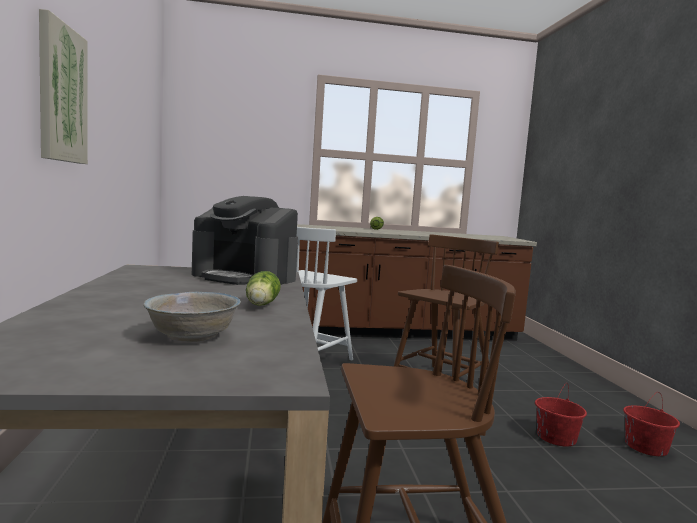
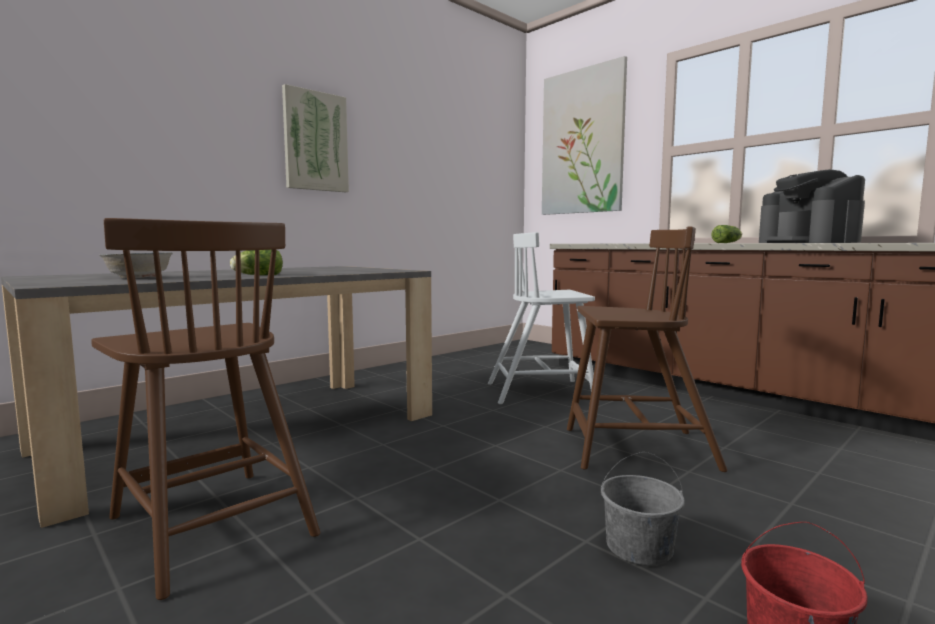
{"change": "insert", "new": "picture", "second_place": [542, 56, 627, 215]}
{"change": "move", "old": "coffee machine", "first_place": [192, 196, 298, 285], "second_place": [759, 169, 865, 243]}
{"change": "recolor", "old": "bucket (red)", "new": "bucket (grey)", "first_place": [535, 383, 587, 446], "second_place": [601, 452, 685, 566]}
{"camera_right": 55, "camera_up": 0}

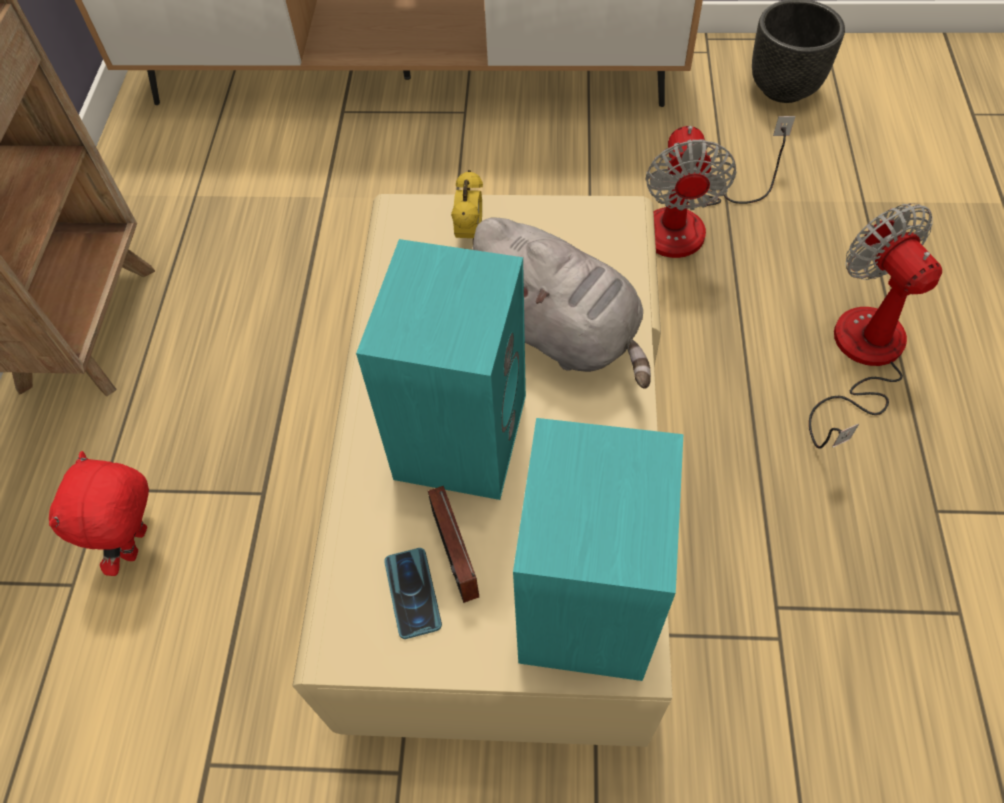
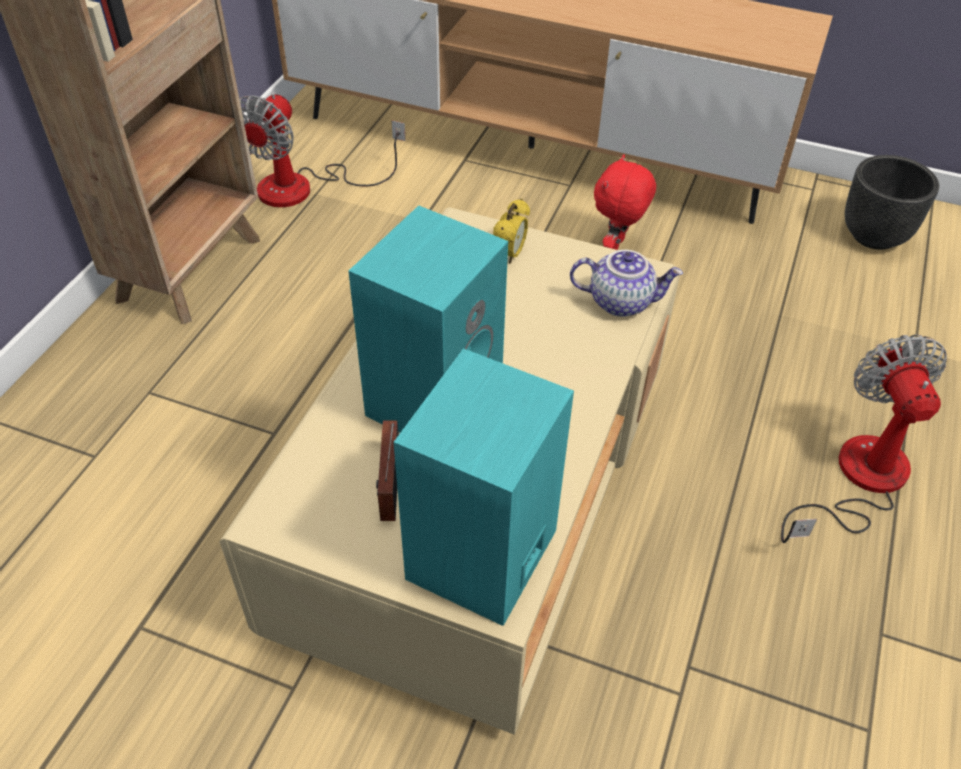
{"change": "delete", "old": "phone", "first_place": [384, 548, 442, 639]}
{"change": "delete", "old": "plush toy (grey)", "first_place": [472, 217, 651, 389]}
{"change": "insert", "new": "teapot", "second_place": [570, 250, 683, 317]}
{"change": "move", "old": "plush toy (red)", "first_place": [49, 451, 149, 576], "second_place": [594, 154, 656, 250]}
{"change": "move", "old": "fan", "first_place": [645, 116, 795, 258], "second_place": [239, 92, 406, 207]}
{"camera_right": 15, "camera_up": -10}

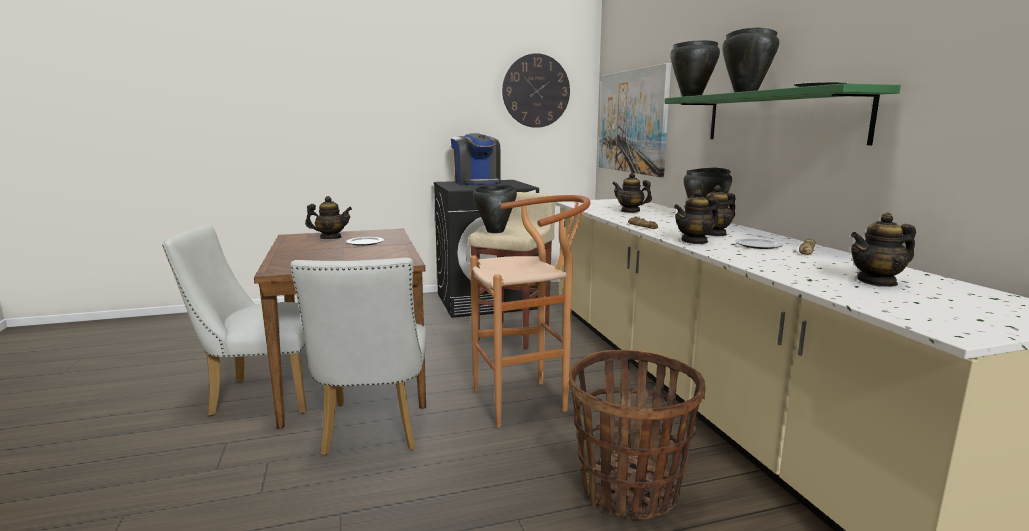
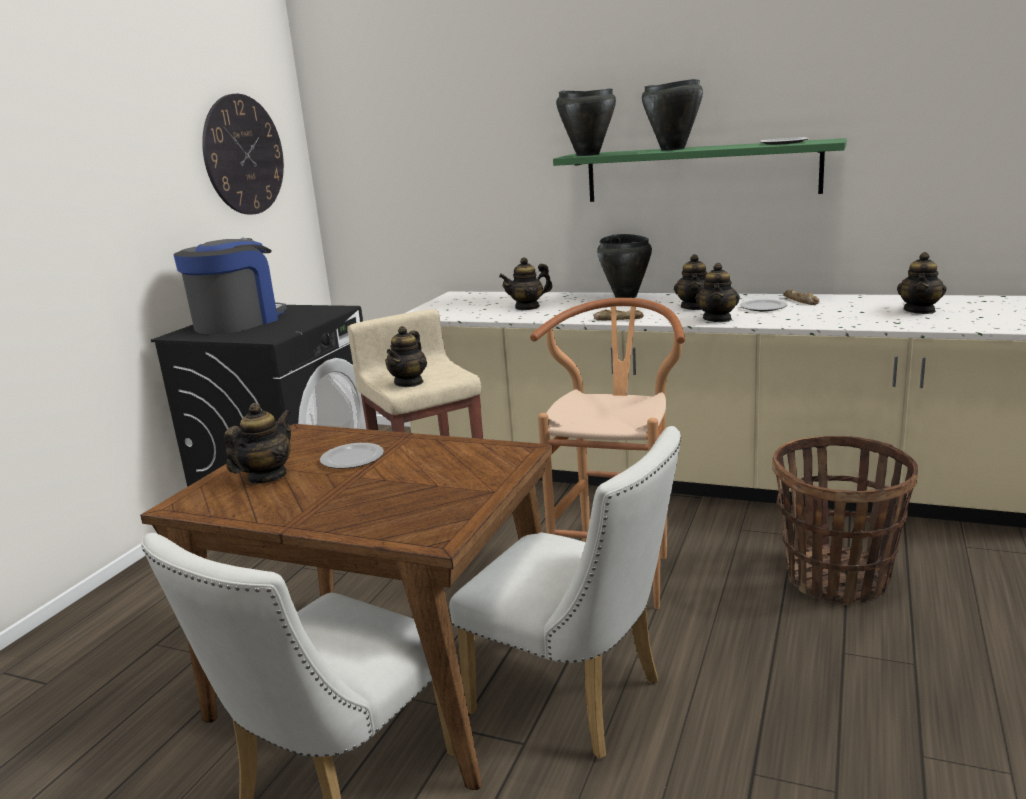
{"change": "delete", "old": "picture", "first_place": [598, 63, 671, 177]}
{"change": "replace", "old": "cooking pot (black)", "new": "teapot", "first_place": [473, 185, 517, 233], "second_place": [385, 326, 427, 387]}
{"change": "rotate", "old": "coffee machine", "first_place": [451, 133, 501, 185], "second_place": [173, 238, 287, 334], "degrees": -75}
{"camera_right": -50, "camera_up": 5}

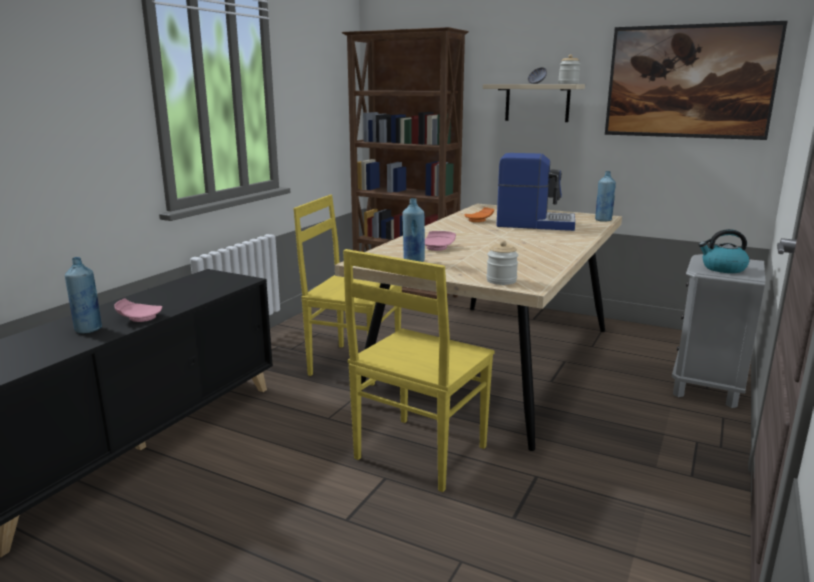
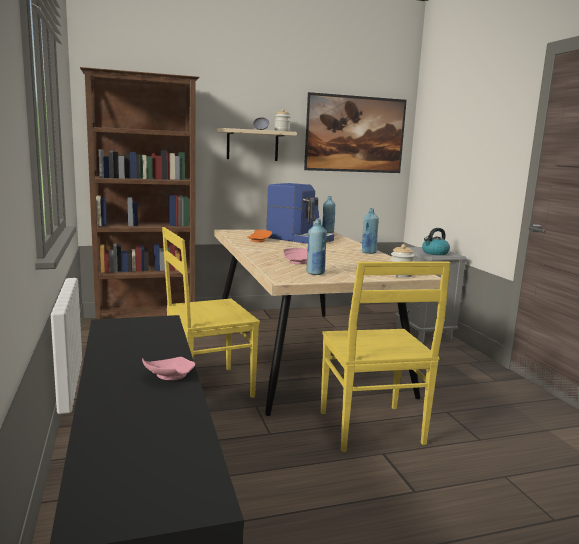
{"change": "move", "old": "bottle (blue)", "first_place": [65, 257, 102, 334], "second_place": [362, 208, 379, 254]}
{"change": "rotate", "old": "coffee machine", "first_place": [496, 153, 575, 231], "second_place": [266, 183, 334, 244], "degrees": 60}
{"camera_right": -45, "camera_up": -5}

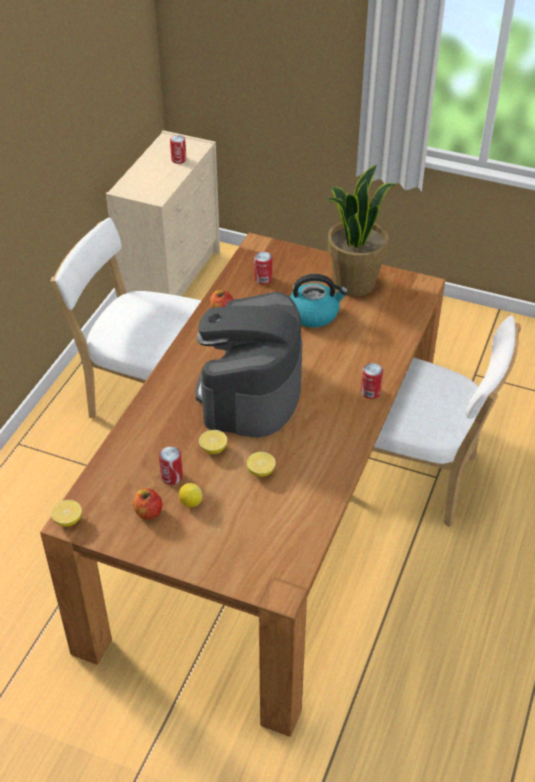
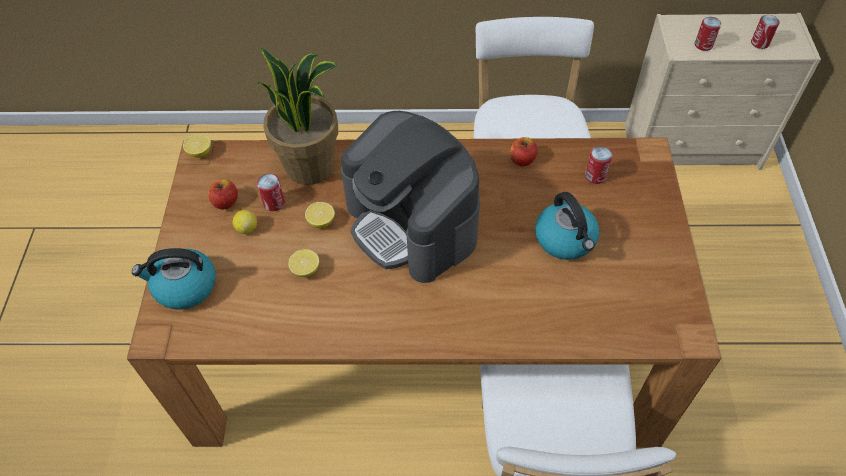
{"change": "insert", "new": "kettle", "second_place": [132, 248, 216, 309]}
{"change": "move", "old": "potted plant", "first_place": [326, 165, 396, 296], "second_place": [257, 48, 338, 185]}
{"change": "move", "old": "can", "first_place": [361, 363, 383, 399], "second_place": [695, 17, 721, 51]}
{"change": "rotate", "old": "coffee machine", "first_place": [195, 292, 302, 437], "second_place": [341, 111, 480, 283], "degrees": -120}
{"camera_right": 70, "camera_up": 10}

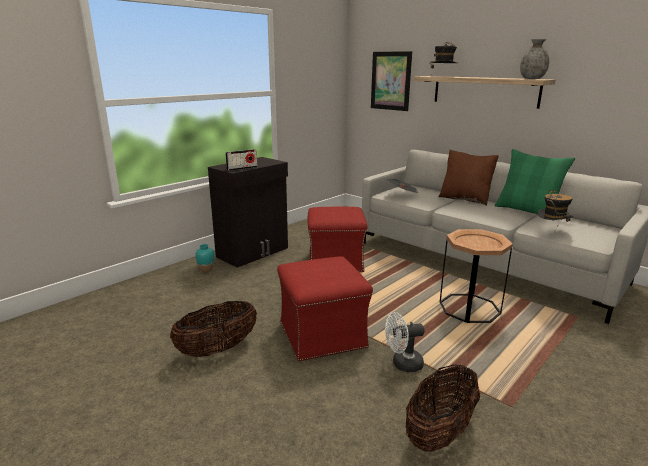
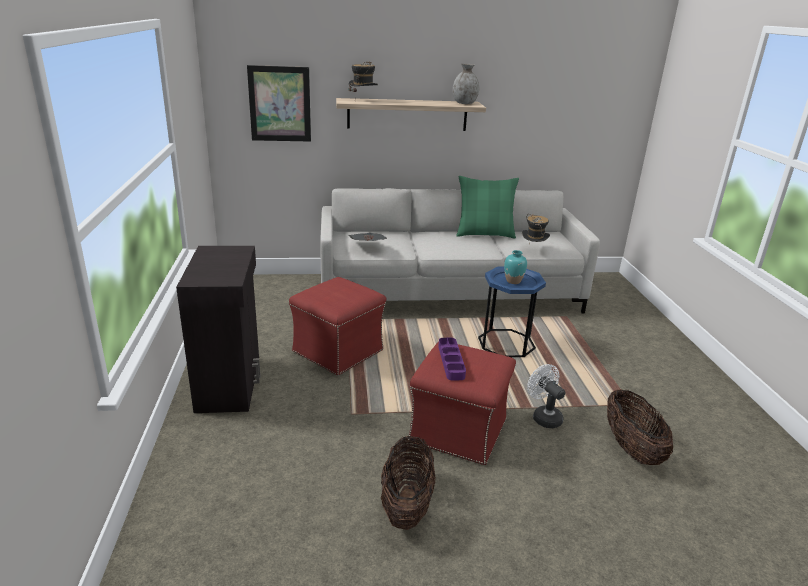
{"change": "delete", "old": "radio", "first_place": [226, 149, 257, 171]}
{"change": "delete", "old": "pillow (brown)", "first_place": [439, 150, 499, 206]}
{"change": "insert", "new": "tray (purple)", "second_place": [438, 338, 466, 380]}
{"change": "move", "old": "vase (turquoise)", "first_place": [195, 244, 215, 272], "second_place": [504, 250, 527, 284]}
{"change": "recolor", "old": "side table (brown)", "new": "side table (blue)", "first_place": [440, 229, 513, 323], "second_place": [478, 266, 546, 357]}
{"change": "rotate", "old": "fan (white)", "first_place": [385, 312, 425, 372], "second_place": [527, 364, 565, 428], "degrees": 120}
{"camera_right": -50, "camera_up": 5}

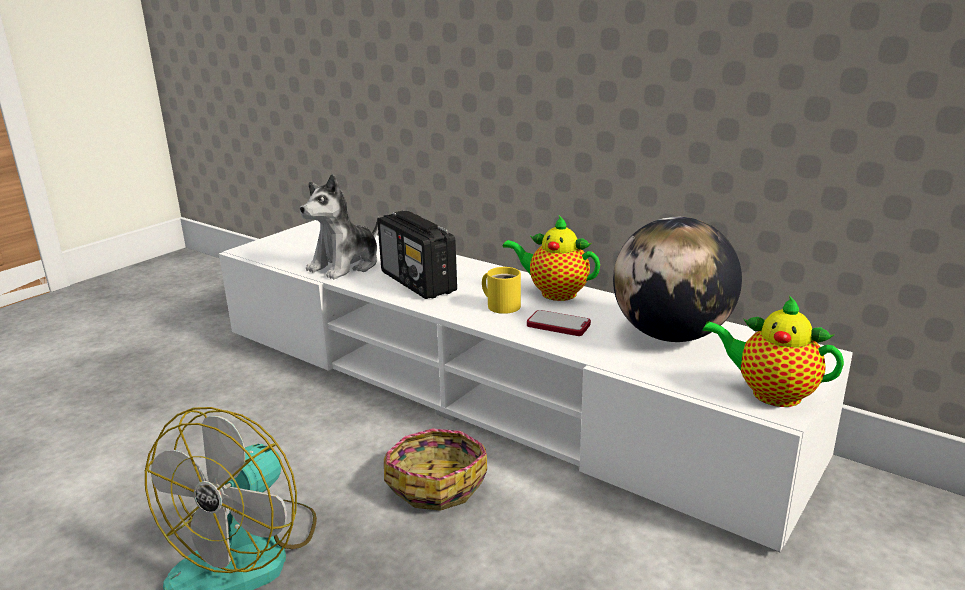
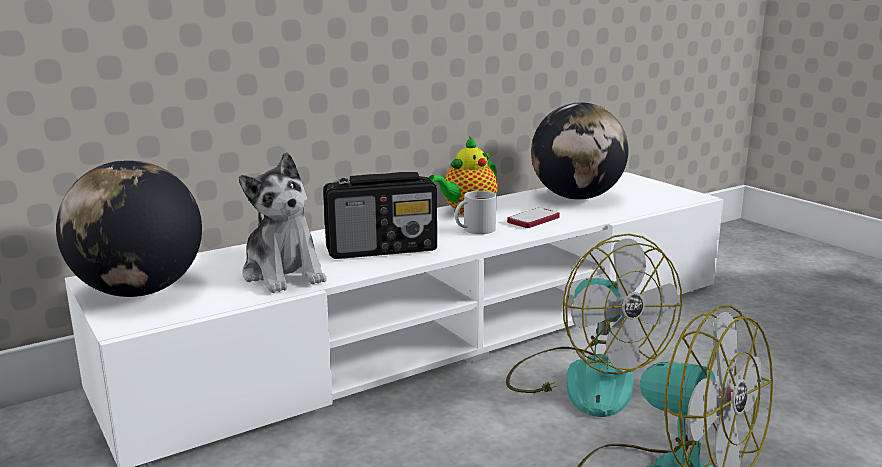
{"change": "delete", "old": "teapot", "first_place": [702, 296, 844, 407]}
{"change": "insert", "new": "globe", "second_place": [56, 160, 202, 297]}
{"change": "replace", "old": "basket", "new": "fan", "first_place": [384, 428, 487, 511], "second_place": [506, 233, 682, 417]}
{"change": "recolor", "old": "mug (yellow)", "new": "mug (white)", "first_place": [482, 267, 521, 314], "second_place": [455, 191, 496, 234]}
{"camera_right": -70, "camera_up": -5}

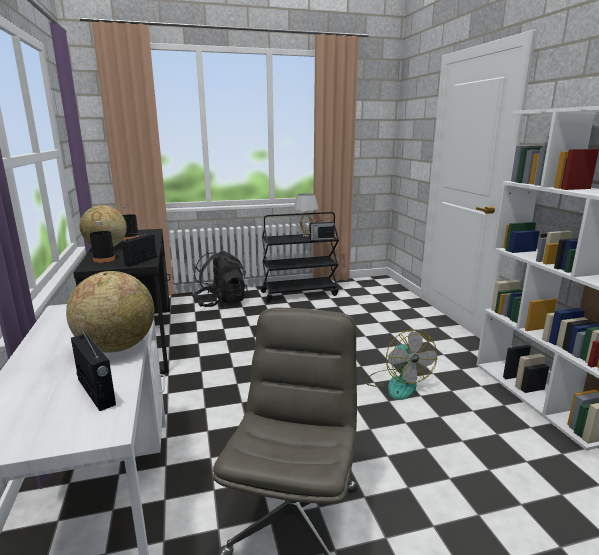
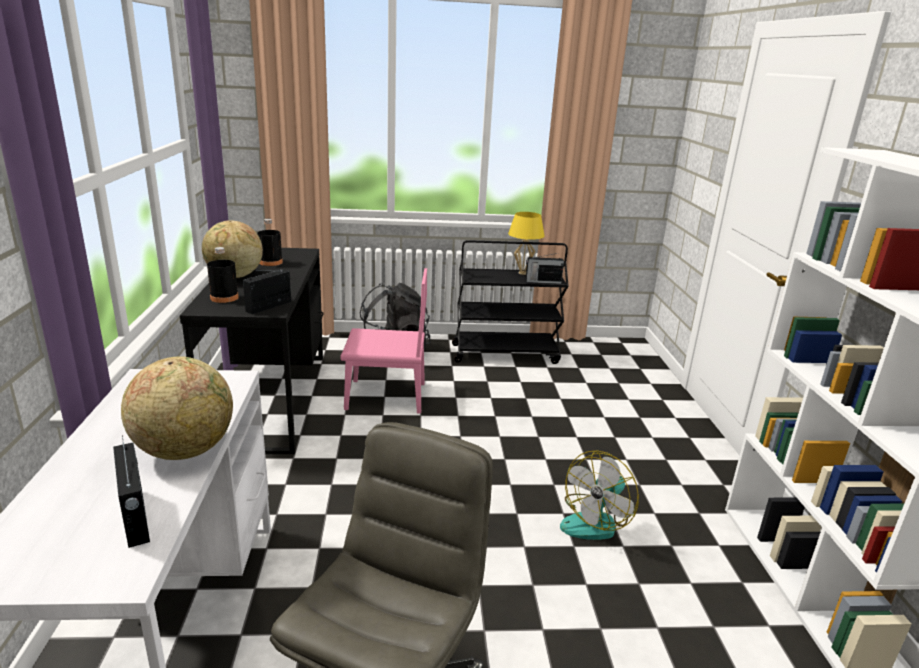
{"change": "insert", "new": "chair (pink)", "second_place": [340, 268, 427, 414]}
{"change": "recolor", "old": "table lamp (white)", "new": "table lamp (yellow)", "first_place": [294, 193, 318, 237], "second_place": [508, 212, 544, 275]}
{"change": "rotate", "old": "fan", "first_place": [365, 329, 437, 400], "second_place": [560, 450, 639, 540], "degrees": 45}
{"camera_right": 10, "camera_up": 5}

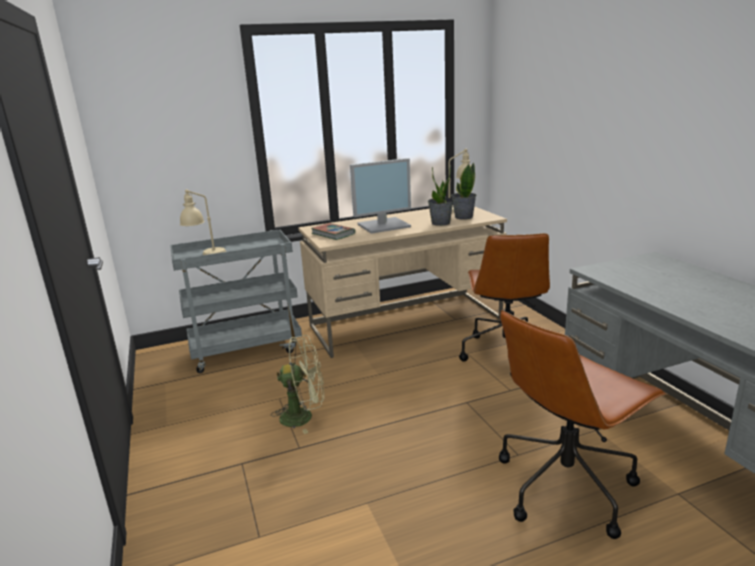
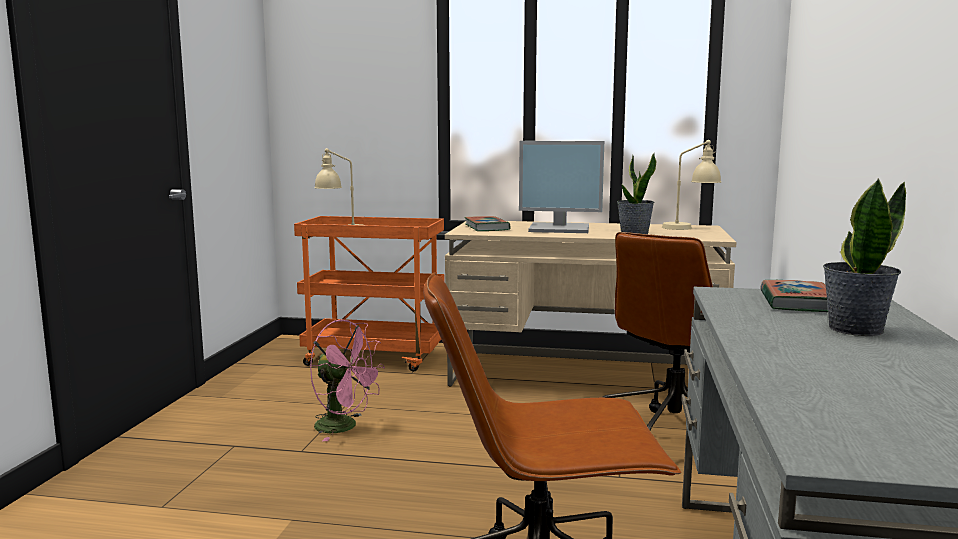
{"change": "insert", "new": "book", "second_place": [760, 280, 828, 312]}
{"change": "move", "old": "potted plant", "first_place": [451, 163, 477, 220], "second_place": [823, 178, 906, 336]}
{"change": "recolor", "old": "cart (grey)", "new": "cart (orange)", "first_place": [170, 229, 302, 373], "second_place": [294, 216, 445, 372]}
{"change": "recolor", "old": "fan (green)", "new": "fan (pink)", "first_place": [271, 335, 324, 434], "second_place": [310, 320, 385, 441]}
{"camera_right": 30, "camera_up": -10}

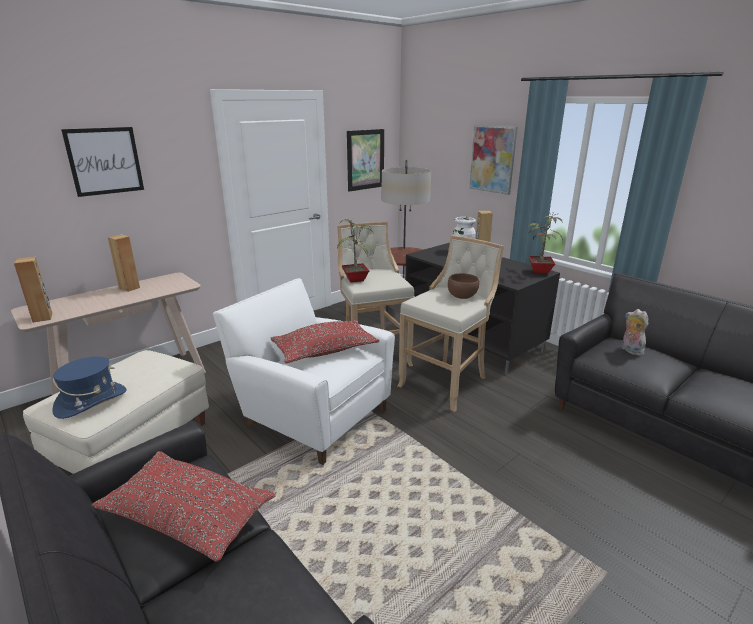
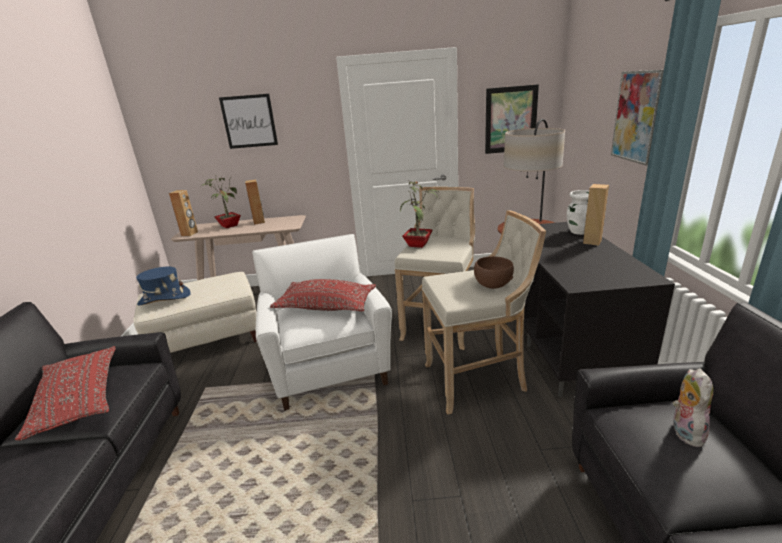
{"change": "move", "old": "potted plant", "first_place": [526, 213, 563, 274], "second_place": [200, 175, 241, 228]}
{"camera_right": 40, "camera_up": 0}

